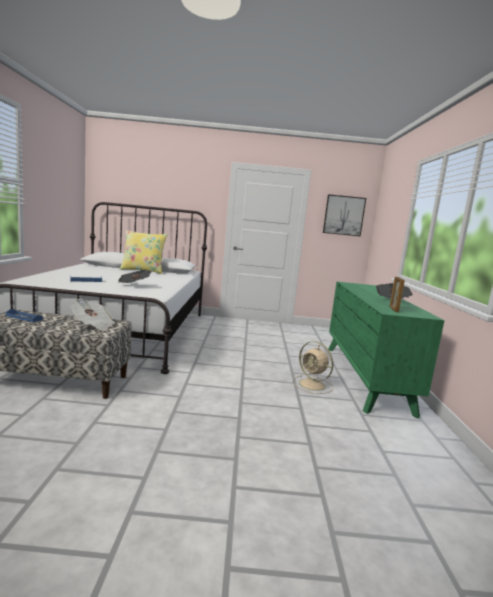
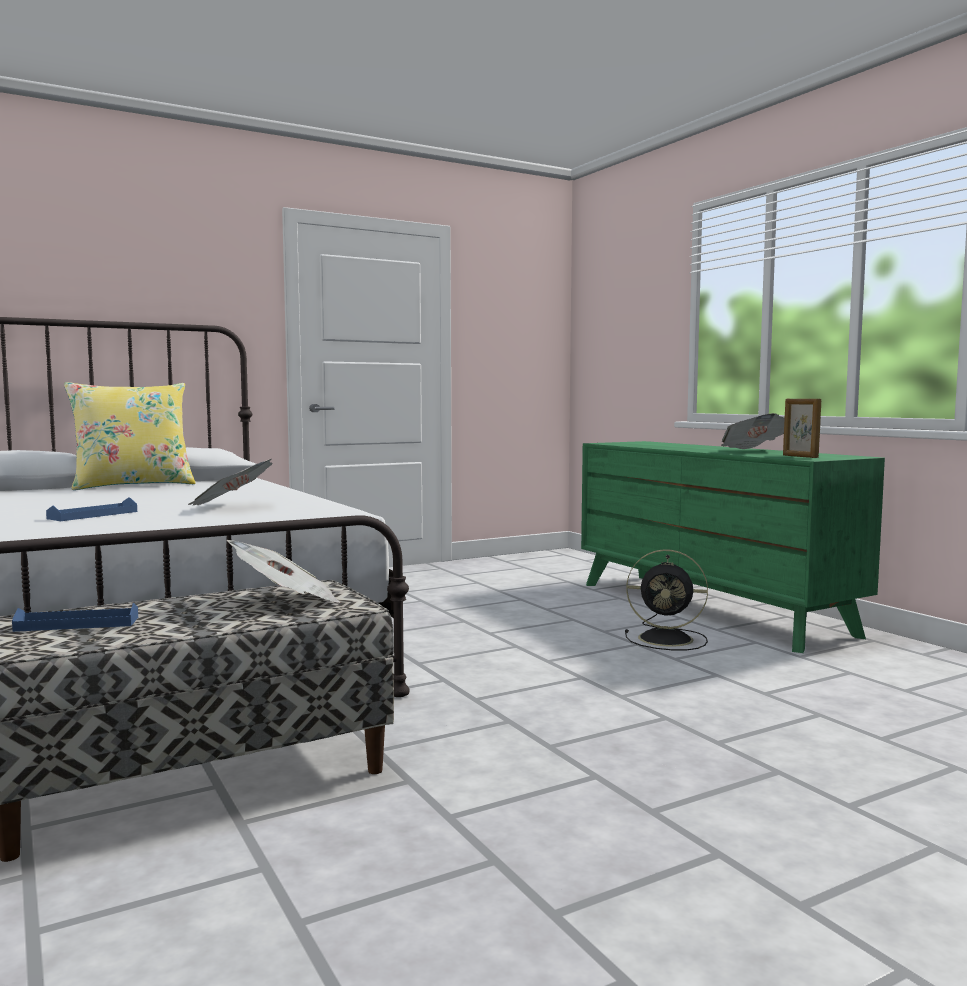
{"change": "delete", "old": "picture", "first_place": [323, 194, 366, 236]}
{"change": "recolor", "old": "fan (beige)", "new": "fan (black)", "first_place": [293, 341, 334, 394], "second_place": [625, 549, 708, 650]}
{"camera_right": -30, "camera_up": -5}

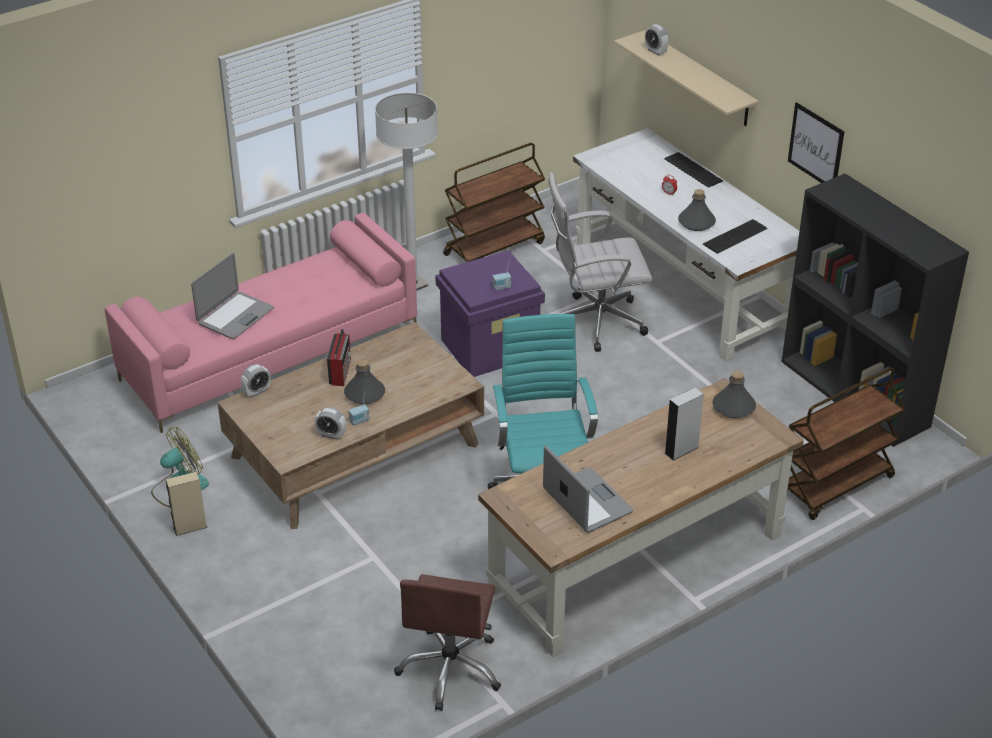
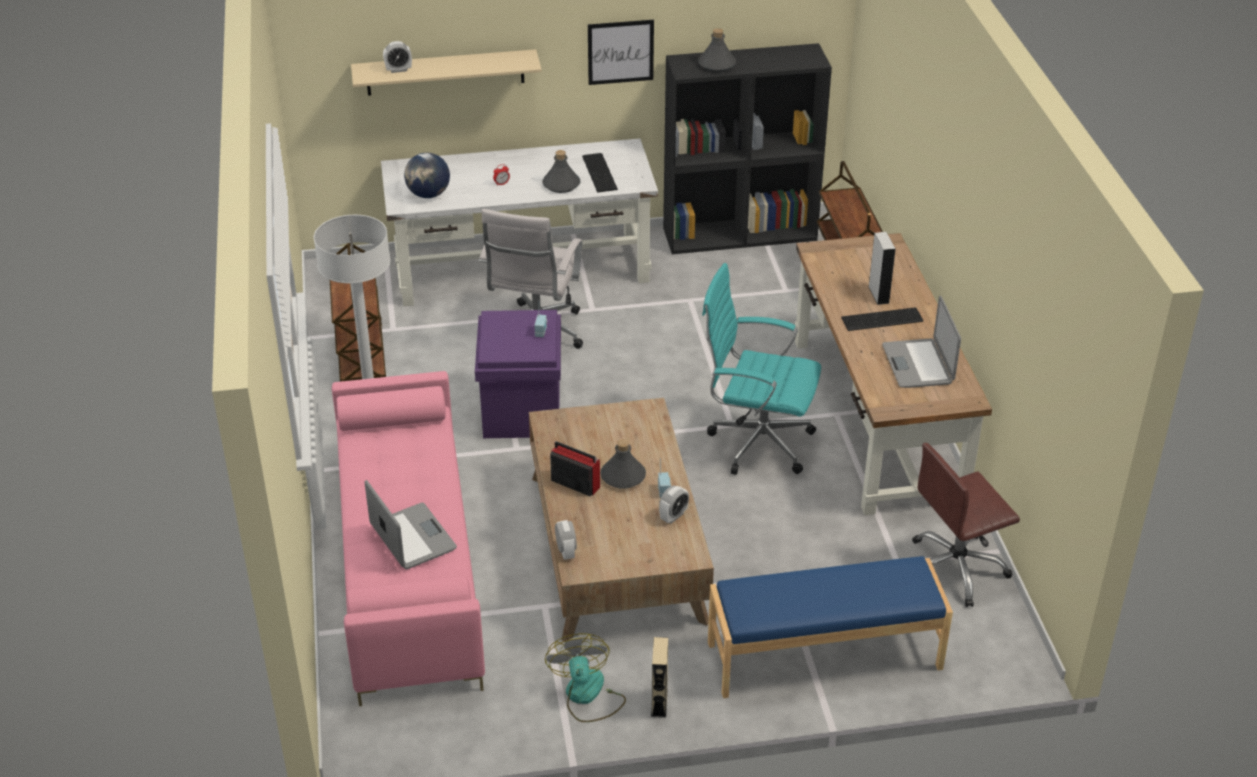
{"change": "insert", "new": "globe", "second_place": [404, 153, 450, 198]}
{"change": "insert", "new": "bench (blue)", "second_place": [708, 556, 953, 698]}
{"change": "move", "old": "keyboard", "first_place": [665, 152, 723, 188], "second_place": [841, 307, 923, 331]}
{"change": "move", "old": "bottle (grey)", "first_place": [713, 371, 756, 418], "second_place": [698, 28, 736, 72]}
{"change": "rotate", "old": "office chair (brown)", "first_place": [394, 574, 501, 711], "second_place": [912, 443, 1020, 607], "degrees": 120}
{"change": "rotate", "old": "laptop", "first_place": [543, 446, 633, 533], "second_place": [882, 296, 961, 388], "degrees": -90}
{"camera_right": -65, "camera_up": 0}

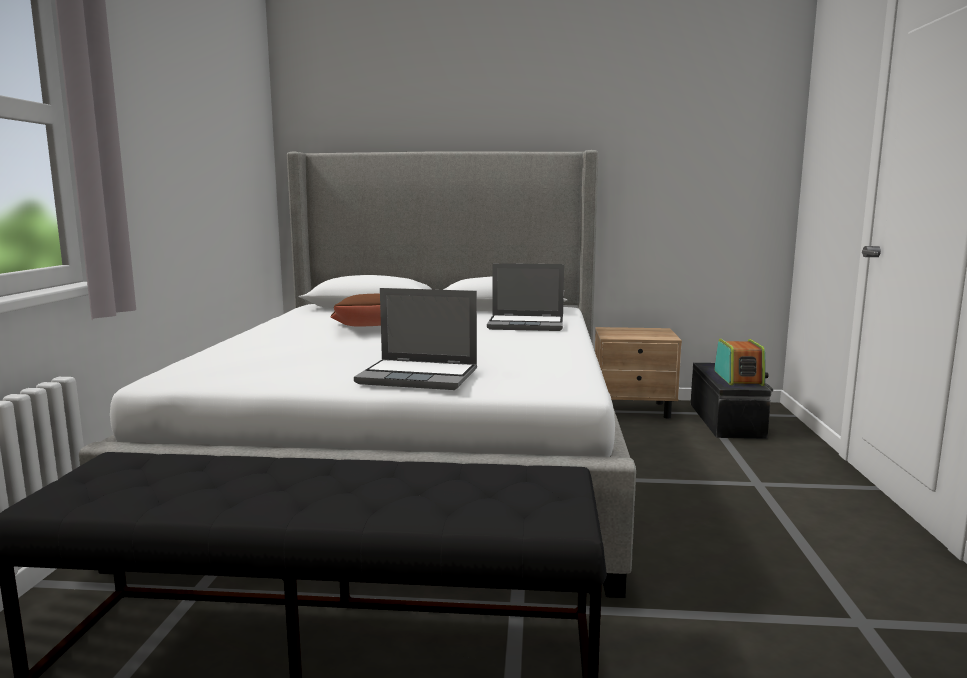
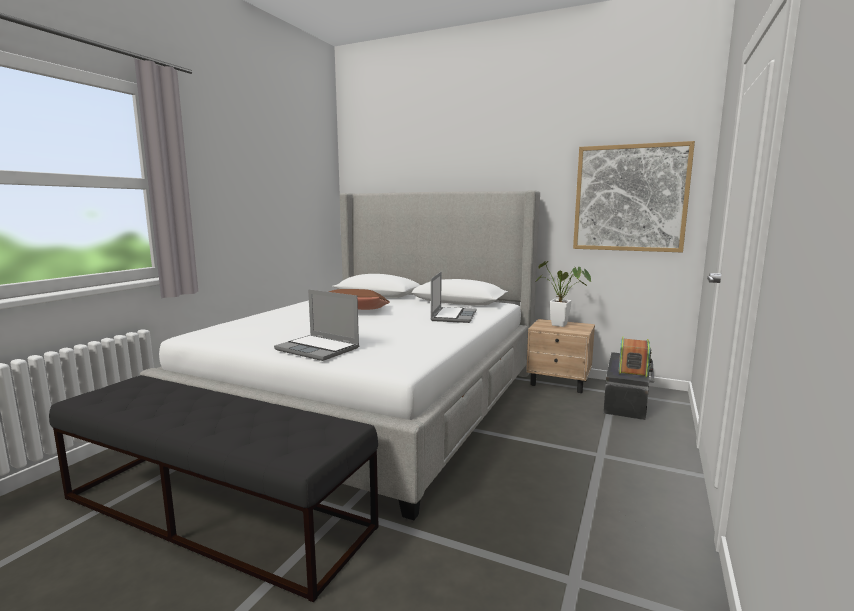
{"change": "insert", "new": "potted plant", "second_place": [535, 261, 591, 327]}
{"change": "insert", "new": "picture", "second_place": [573, 141, 695, 252]}
{"change": "rotate", "old": "laptop", "first_place": [487, 263, 564, 331], "second_place": [430, 272, 476, 323], "degrees": -105}
{"camera_right": 20, "camera_up": 0}

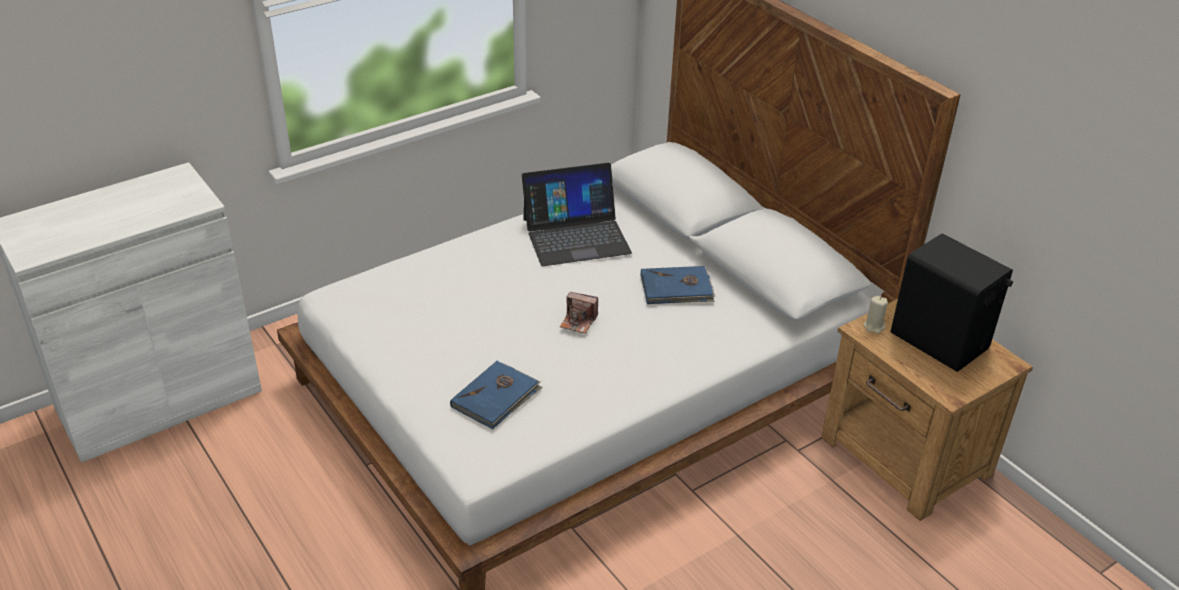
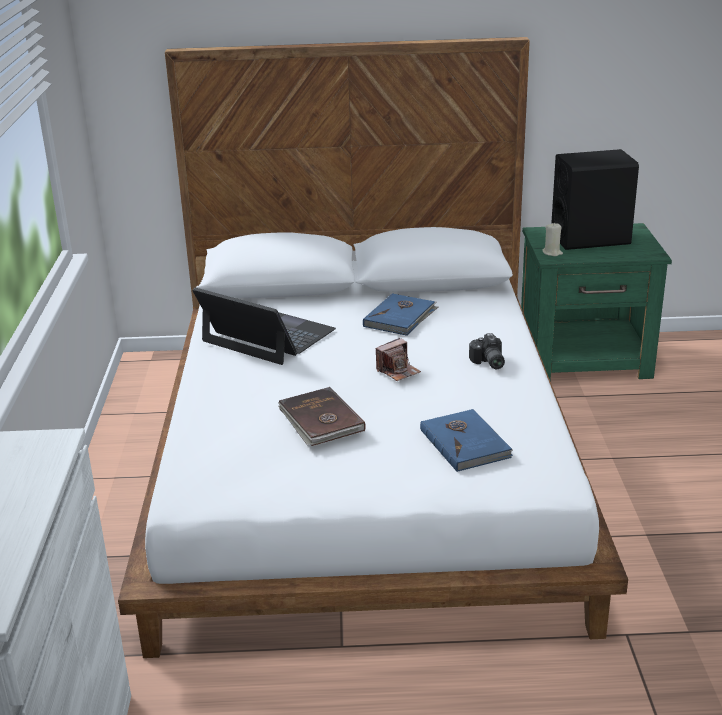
{"change": "insert", "new": "book (brown)", "second_place": [278, 387, 366, 446]}
{"change": "insert", "new": "photo camera", "second_place": [469, 333, 505, 369]}
{"change": "recolor", "old": "nightstand (brown)", "new": "nightstand (green)", "first_place": [821, 299, 1033, 521], "second_place": [521, 223, 672, 380]}
{"change": "rotate", "old": "laptop", "first_place": [522, 163, 632, 266], "second_place": [192, 287, 336, 365], "degrees": -75}
{"camera_right": -55, "camera_up": -10}

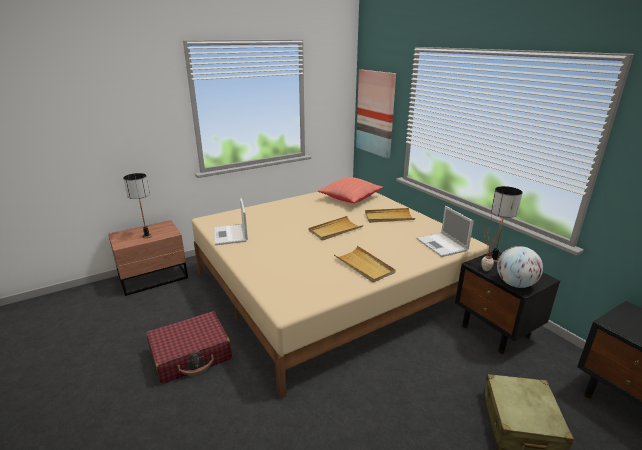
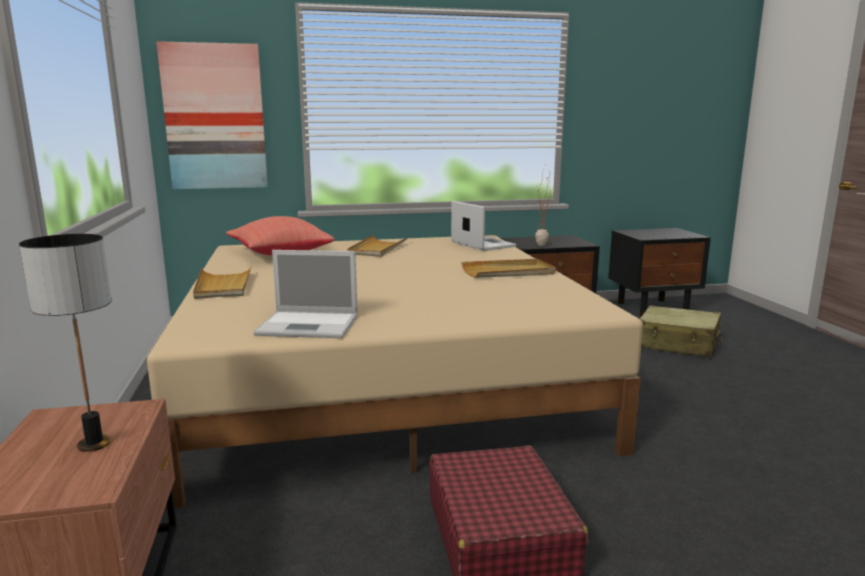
{"change": "delete", "old": "table lamp", "first_place": [491, 186, 523, 263]}
{"change": "delete", "old": "globe", "first_place": [497, 246, 543, 288]}
{"change": "move", "old": "tray (beige)", "first_place": [309, 216, 363, 240], "second_place": [193, 266, 252, 299]}
{"change": "rotate", "old": "laptop", "first_place": [417, 206, 474, 257], "second_place": [451, 201, 516, 251], "degrees": -120}
{"camera_right": -70, "camera_up": -10}

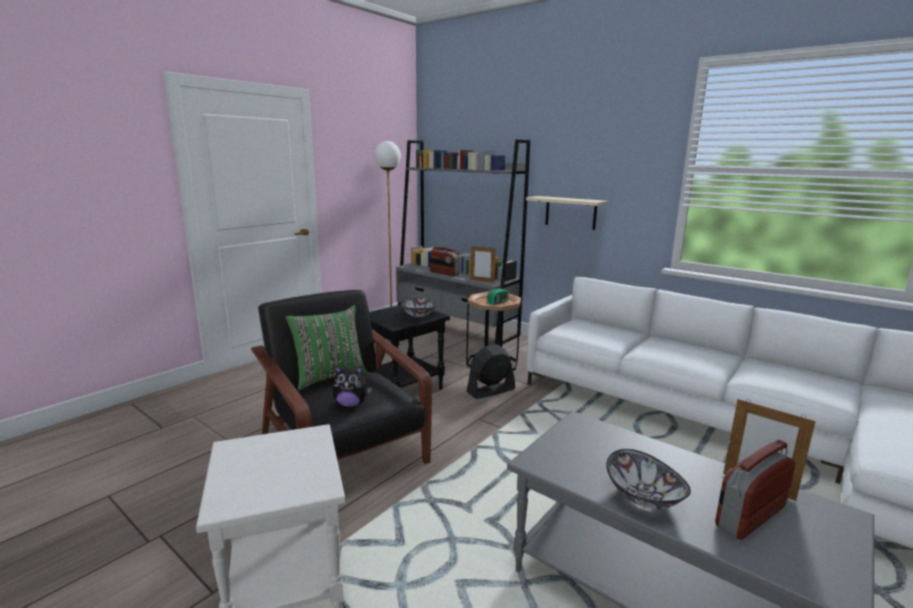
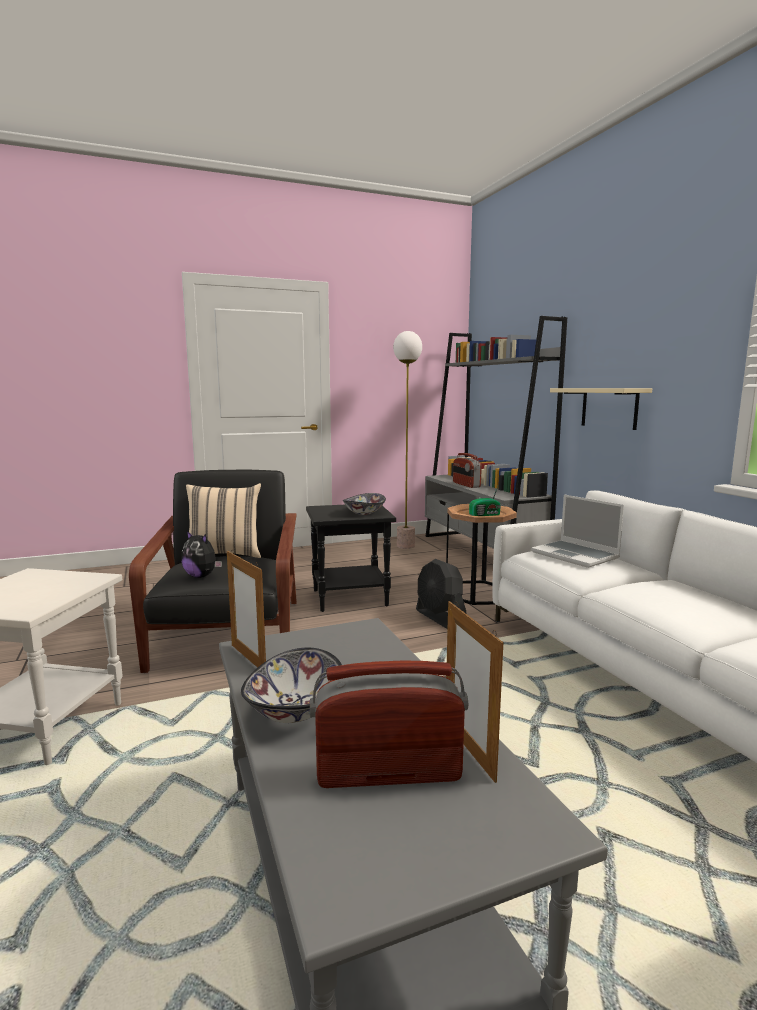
{"change": "insert", "new": "laptop", "second_place": [531, 494, 624, 568]}
{"change": "move", "old": "picture frame", "first_place": [470, 246, 496, 282], "second_place": [227, 550, 266, 668]}
{"change": "recolor", "old": "pillow (green)", "new": "pillow (beige)", "first_place": [285, 305, 368, 390], "second_place": [186, 483, 261, 558]}
{"change": "rotate", "old": "fan (black)", "first_place": [467, 344, 515, 399], "second_place": [416, 559, 466, 629], "degrees": -120}
{"camera_right": 30, "camera_up": -5}

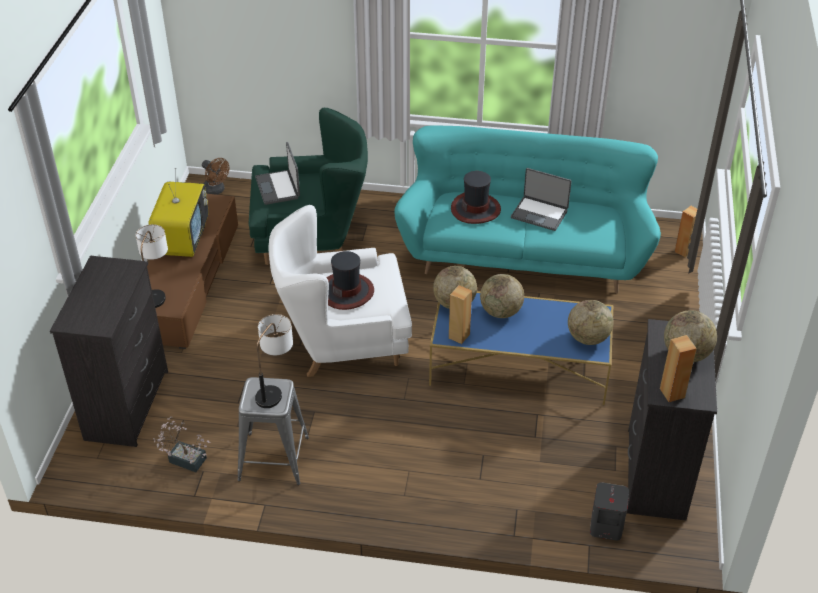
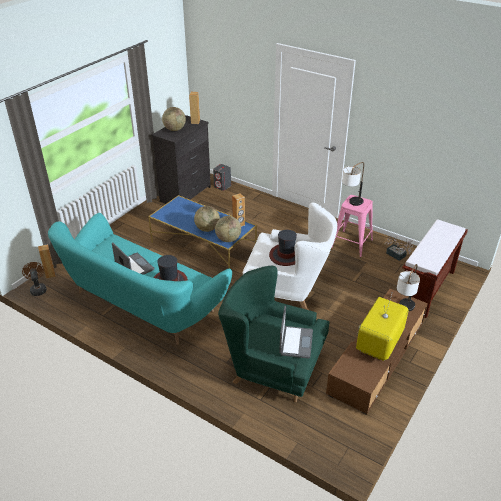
{"change": "delete", "old": "globe", "first_place": [568, 300, 613, 345]}
{"change": "move", "old": "fan (brown)", "first_place": [202, 158, 229, 195], "second_place": [22, 262, 47, 296]}
{"change": "replace", "old": "dresser (black)", "new": "bench (brown)", "first_place": [50, 256, 168, 447], "second_place": [402, 219, 468, 318]}
{"change": "recolor", "old": "stool (grey)", "new": "stool (pink)", "first_place": [237, 377, 309, 485], "second_place": [332, 195, 373, 257]}
{"camera_right": -155, "camera_up": -5}

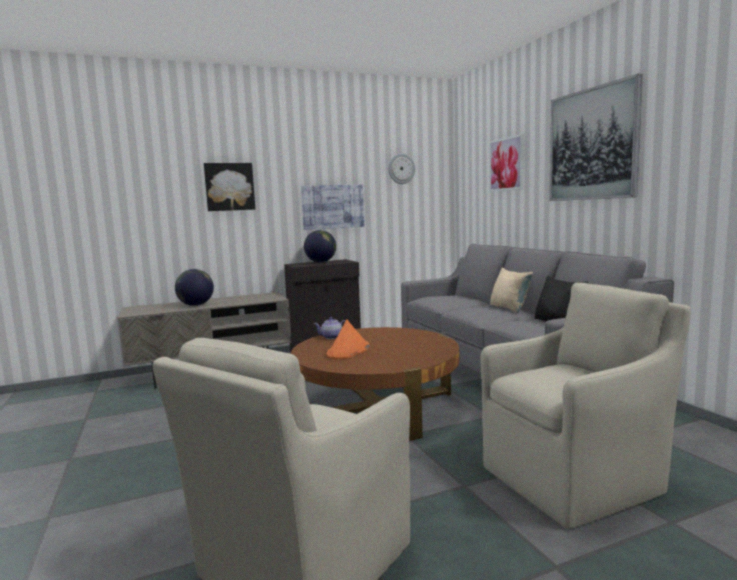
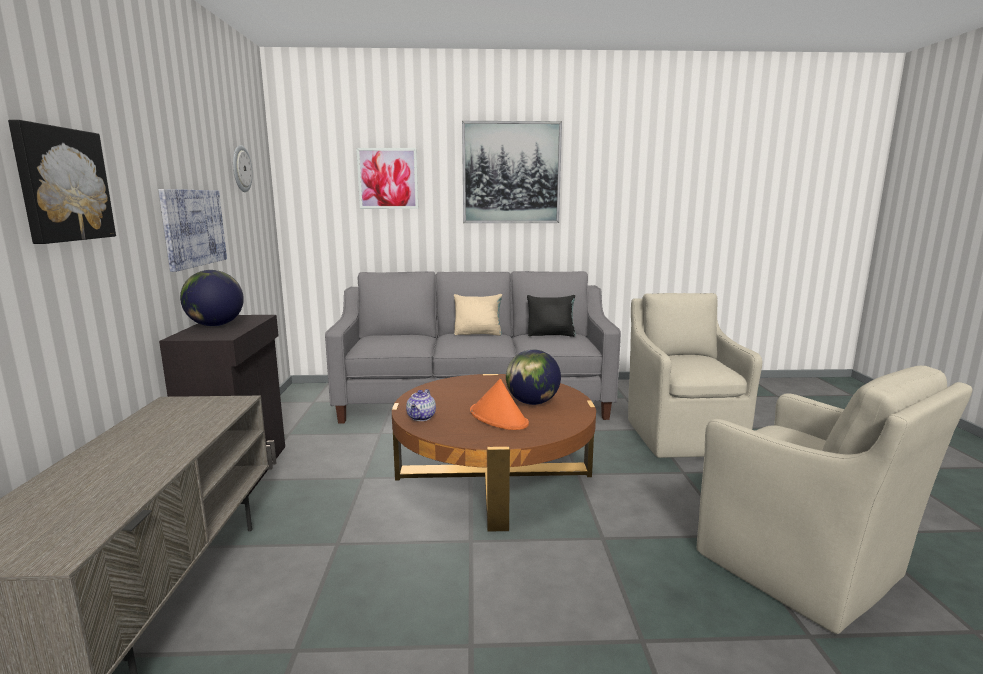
{"change": "move", "old": "globe", "first_place": [175, 269, 214, 306], "second_place": [506, 349, 561, 405]}
{"camera_right": -70, "camera_up": 5}

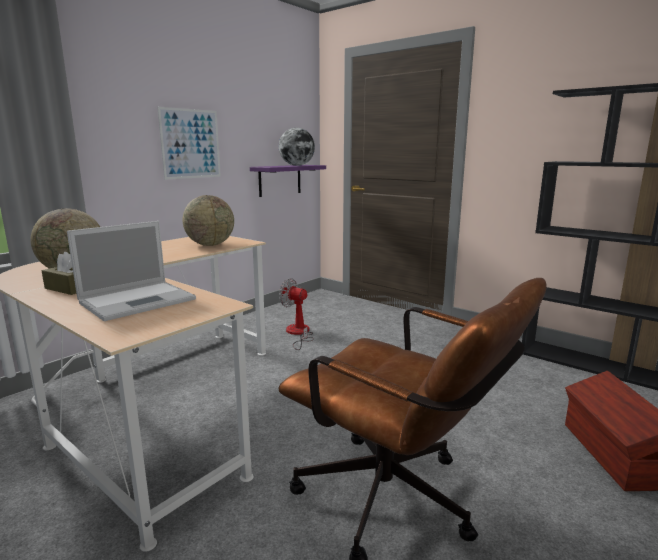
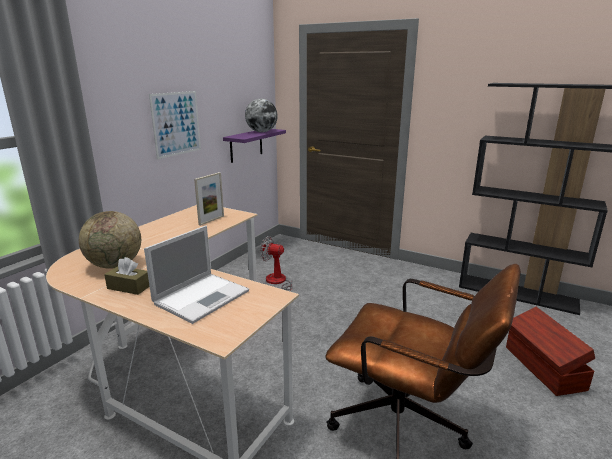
{"change": "replace", "old": "globe", "new": "picture frame", "first_place": [182, 195, 234, 246], "second_place": [194, 172, 224, 226]}
{"camera_right": -10, "camera_up": 5}

